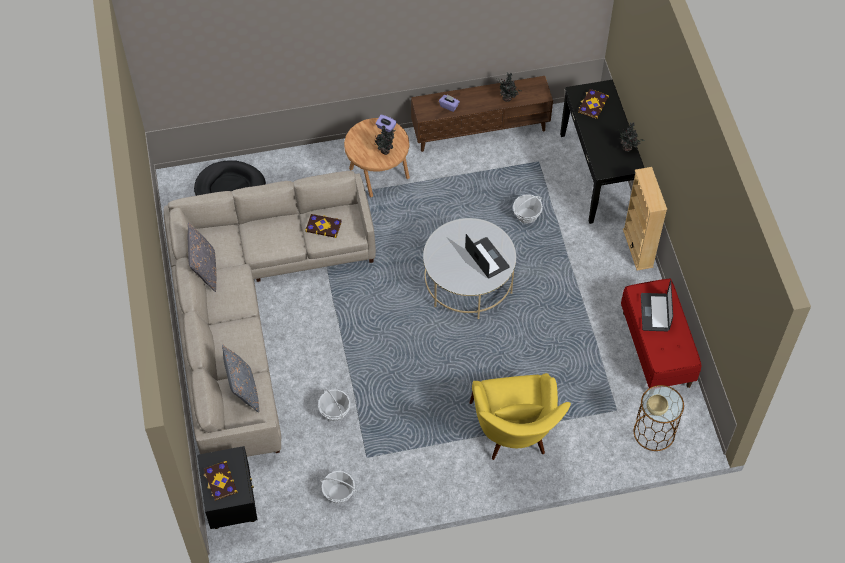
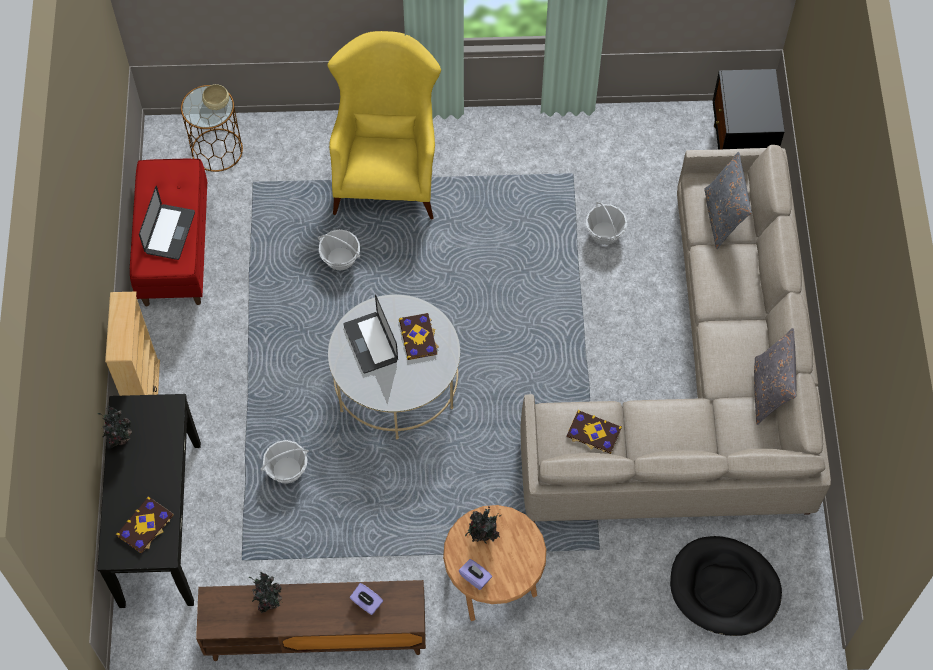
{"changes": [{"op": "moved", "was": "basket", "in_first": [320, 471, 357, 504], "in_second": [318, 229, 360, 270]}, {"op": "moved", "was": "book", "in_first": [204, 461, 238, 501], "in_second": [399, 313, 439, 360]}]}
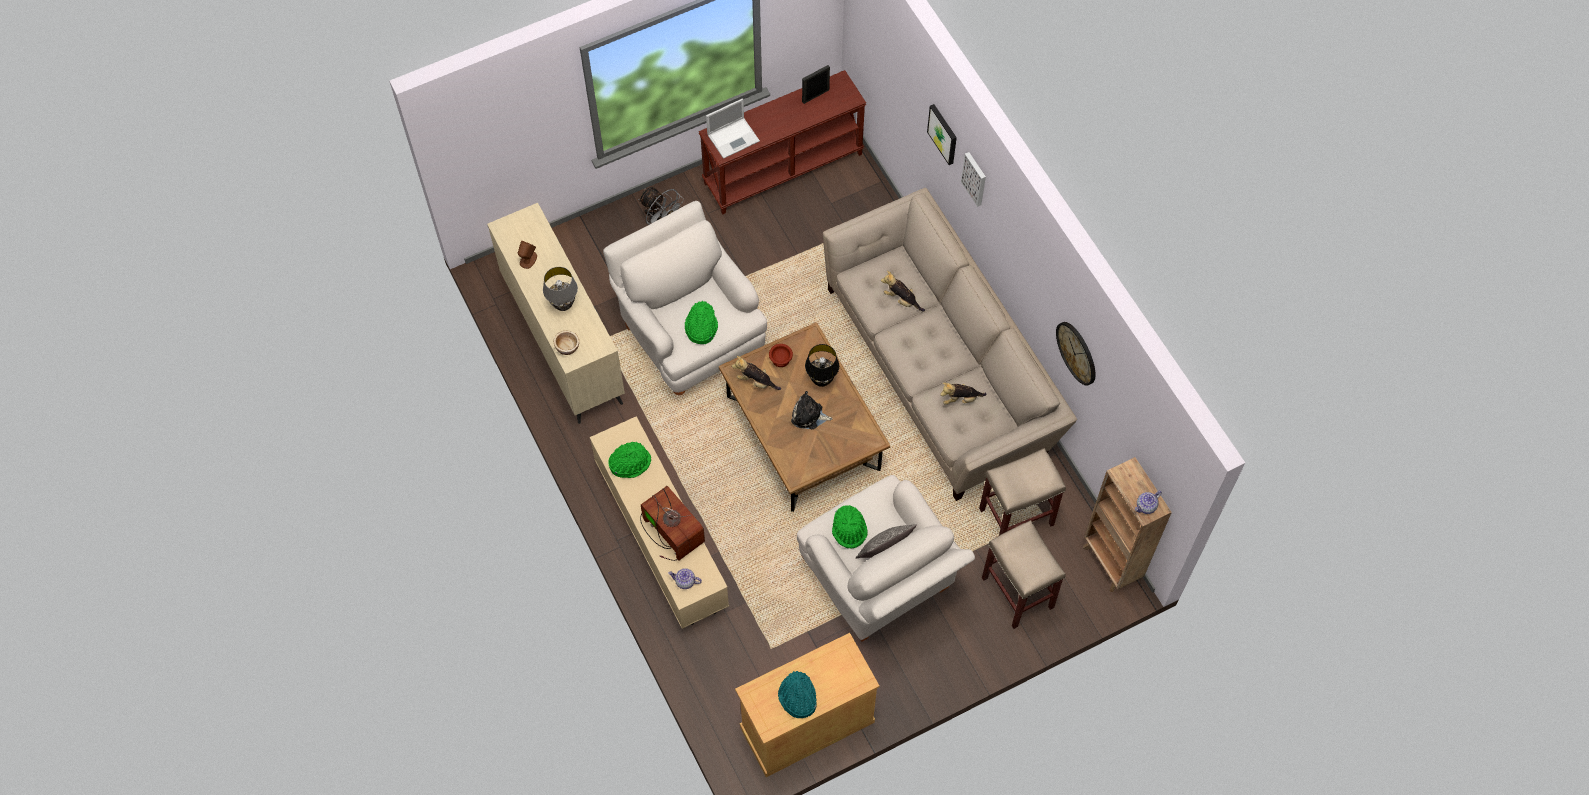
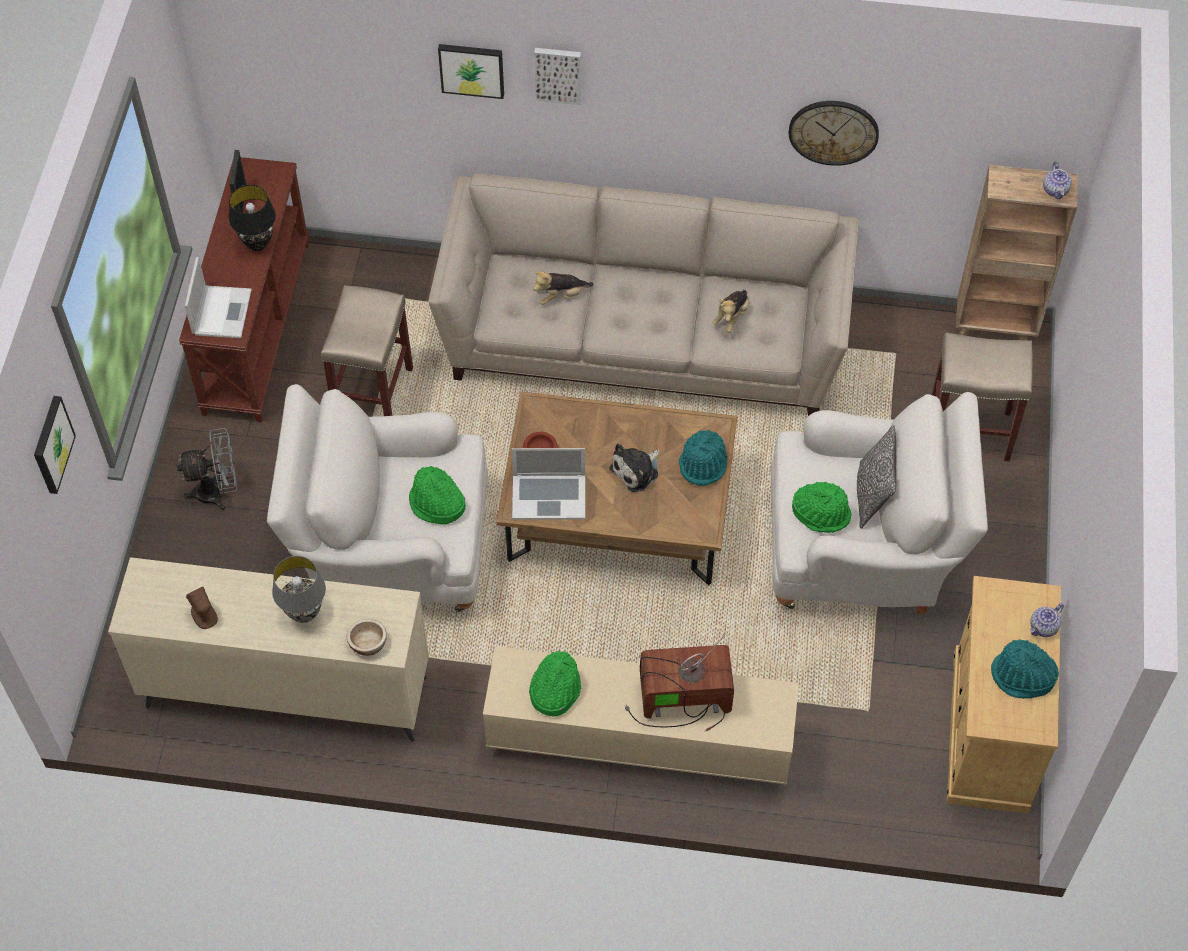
{"changes": [{"op": "added", "now": "picture", "in_second": [34, 396, 76, 494]}, {"op": "moved", "was": "table lamp (black)", "in_first": [805, 344, 839, 387], "in_second": [229, 185, 276, 251]}, {"op": "moved", "was": "stool (beige)", "in_first": [979, 448, 1066, 535], "in_second": [321, 285, 413, 416]}, {"op": "replaced", "was": "plush toy", "now": "laptop", "in_first": [732, 356, 781, 390], "in_second": [512, 448, 585, 520]}, {"op": "added", "now": "hat (turquoise)", "in_second": [679, 430, 728, 486]}, {"op": "moved", "was": "teapot", "in_first": [668, 568, 702, 589], "in_second": [1030, 603, 1064, 637]}]}
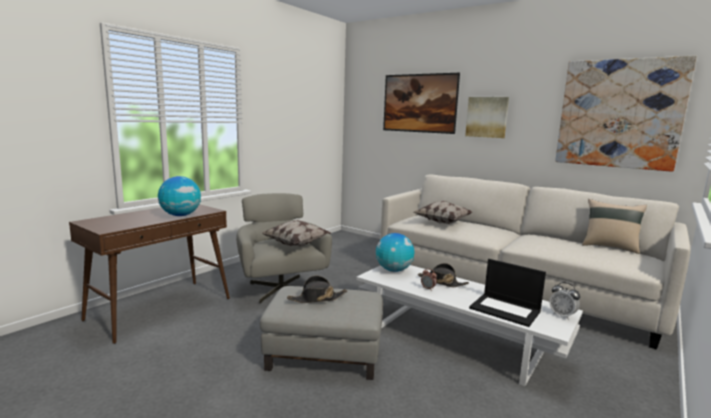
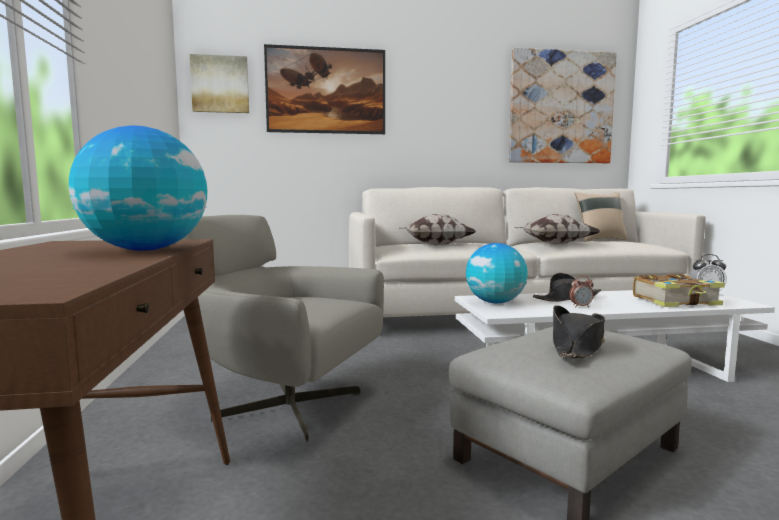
{"changes": [{"op": "moved", "was": "picture", "in_first": [465, 97, 509, 138], "in_second": [190, 54, 249, 113]}, {"op": "moved", "was": "pillow", "in_first": [261, 220, 331, 247], "in_second": [514, 214, 600, 244]}, {"op": "replaced", "was": "laptop", "now": "book", "in_first": [469, 259, 546, 327], "in_second": [633, 274, 725, 307]}]}
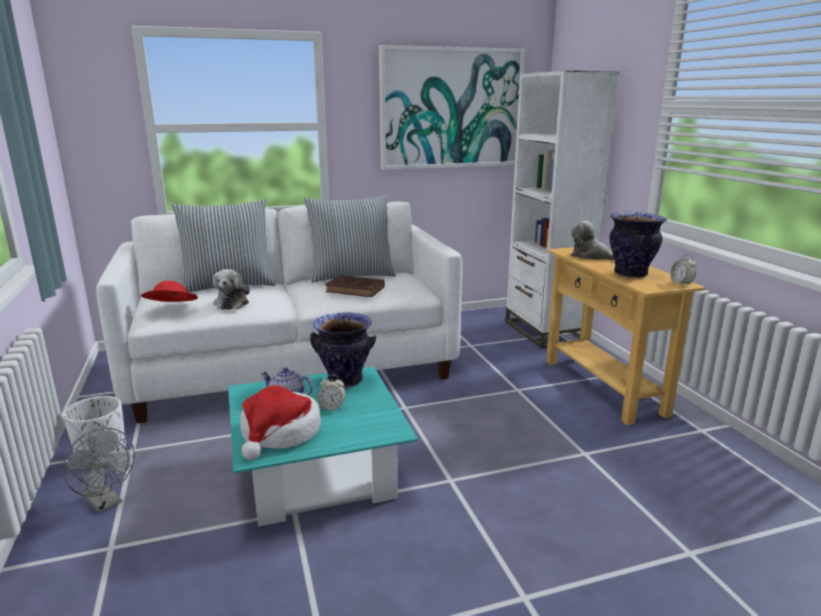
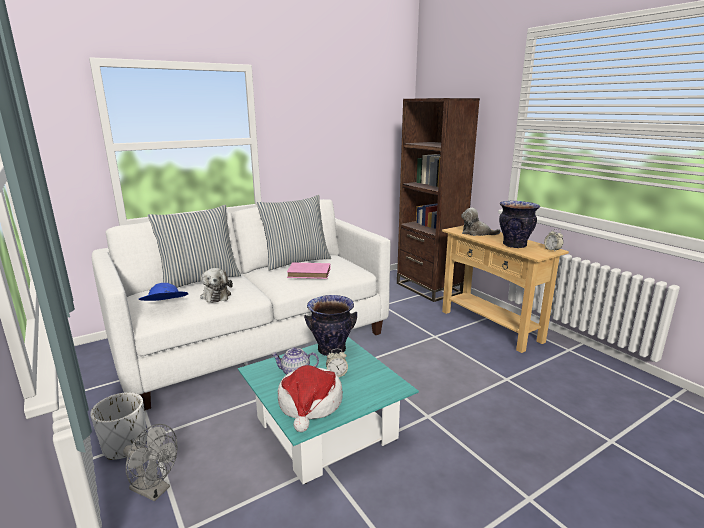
{"changes": [{"op": "recoloured", "was": "hat (red)", "now": "hat (blue)", "in_first": [141, 281, 198, 302], "in_second": [139, 283, 188, 301]}, {"op": "recoloured", "was": "book (brown)", "now": "book (pink)", "in_first": [325, 275, 385, 297], "in_second": [287, 262, 331, 279]}, {"op": "recoloured", "was": "bookcase (white)", "now": "bookcase (brown)", "in_first": [505, 71, 619, 349], "in_second": [397, 98, 480, 302]}, {"op": "removed", "was": "picture", "in_first": [379, 45, 526, 170]}]}
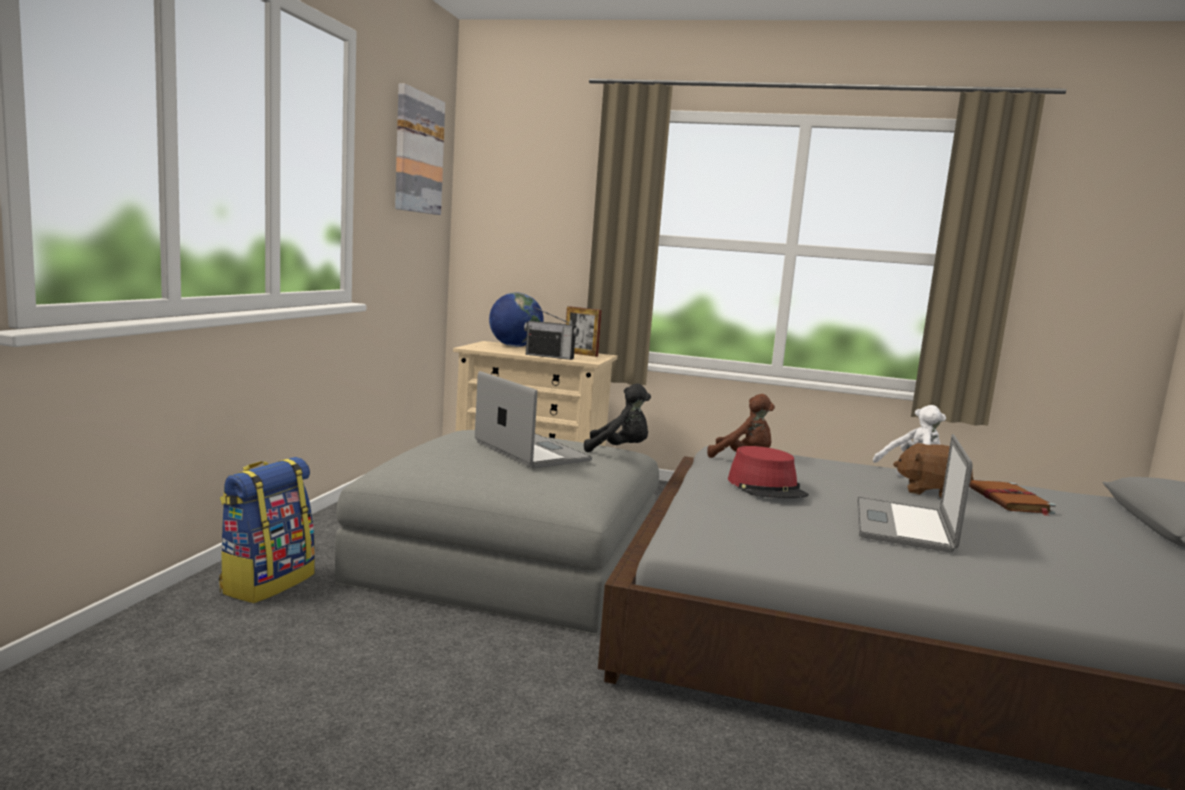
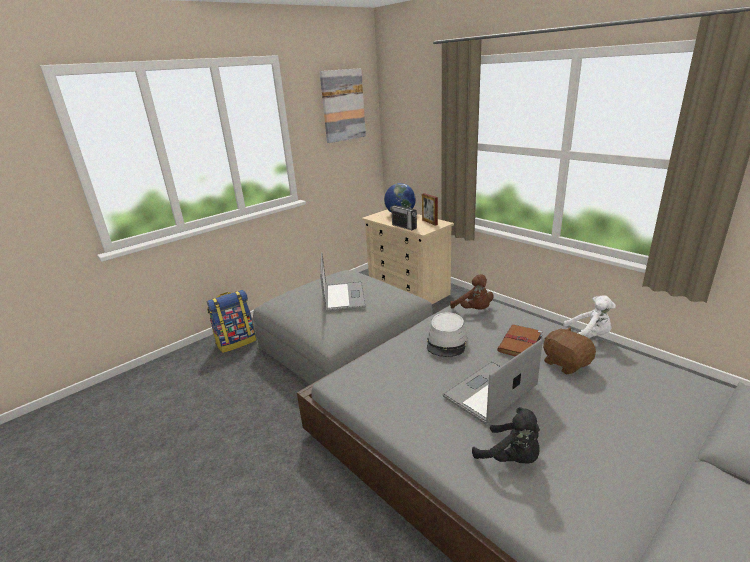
{"changes": [{"op": "recoloured", "was": "hat (red)", "now": "hat (grey)", "in_first": [728, 446, 809, 498], "in_second": [427, 312, 467, 357]}, {"op": "moved", "was": "plush toy (black)", "in_first": [584, 383, 651, 452], "in_second": [472, 407, 540, 464]}, {"op": "moved", "was": "book (brown)", "in_first": [969, 480, 1056, 516], "in_second": [497, 325, 542, 357]}]}
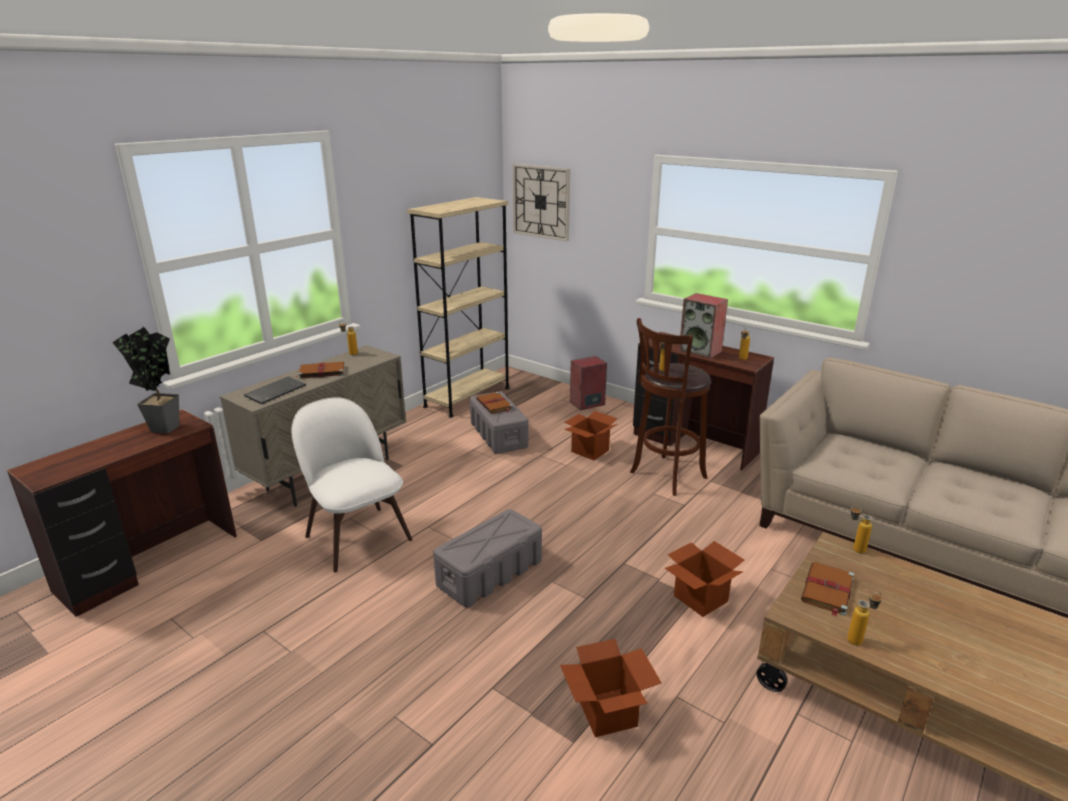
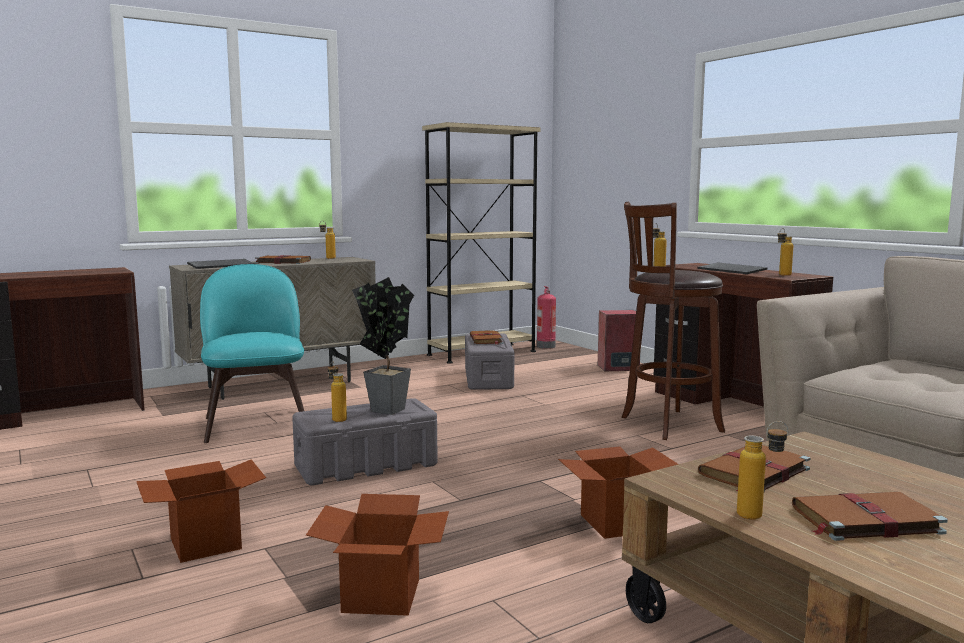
{"changes": [{"op": "moved", "was": "cardboard box", "in_first": [565, 411, 617, 460], "in_second": [136, 459, 266, 563]}, {"op": "recoloured", "was": "chair (white)", "now": "chair (turquoise)", "in_first": [291, 397, 413, 573], "in_second": [200, 264, 304, 443]}, {"op": "moved", "was": "bottle", "in_first": [851, 505, 872, 554], "in_second": [328, 361, 347, 422]}, {"op": "moved", "was": "potted plant", "in_first": [112, 327, 180, 433], "in_second": [352, 277, 414, 415]}, {"op": "added", "now": "fire extinguisher", "in_second": [537, 286, 556, 349]}, {"op": "replaced", "was": "speaker", "now": "keyboard", "in_first": [679, 293, 728, 359], "in_second": [698, 263, 768, 274]}, {"op": "added", "now": "book (brown)", "in_second": [792, 492, 948, 541]}, {"op": "removed", "was": "wall clock", "in_first": [513, 164, 570, 241]}]}
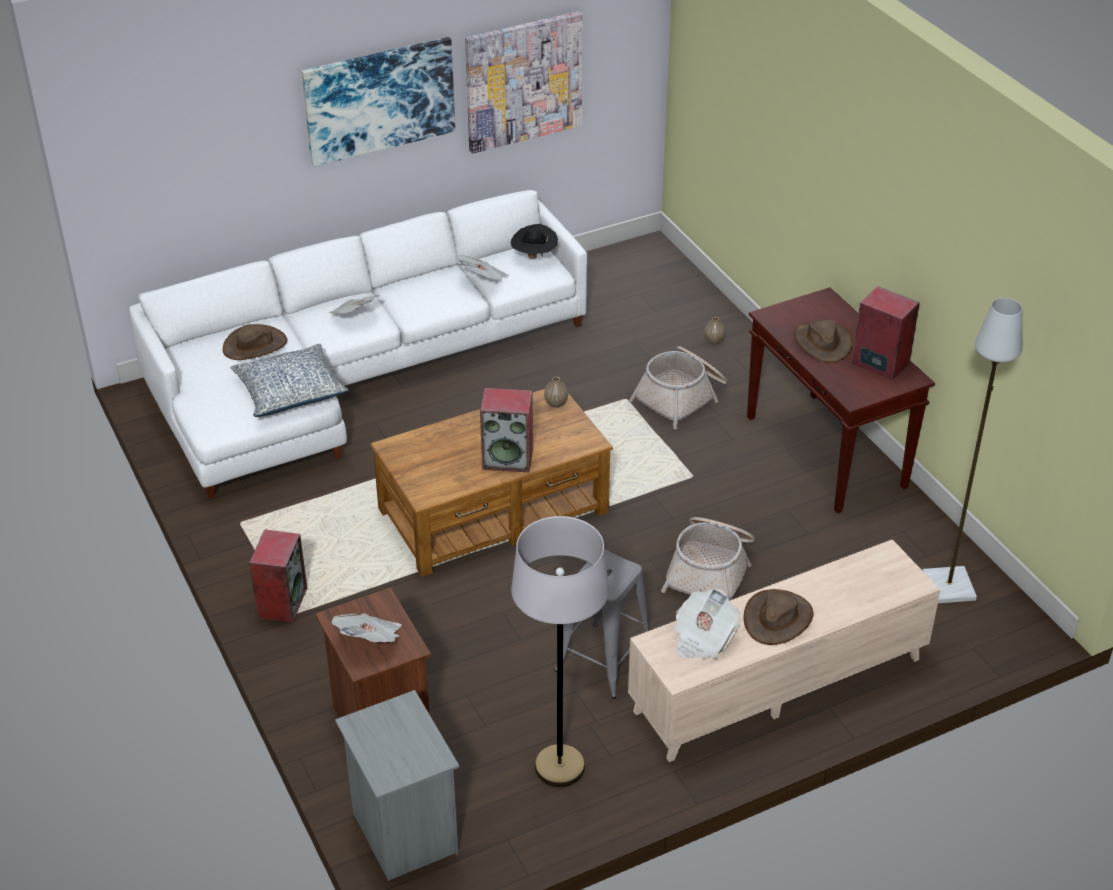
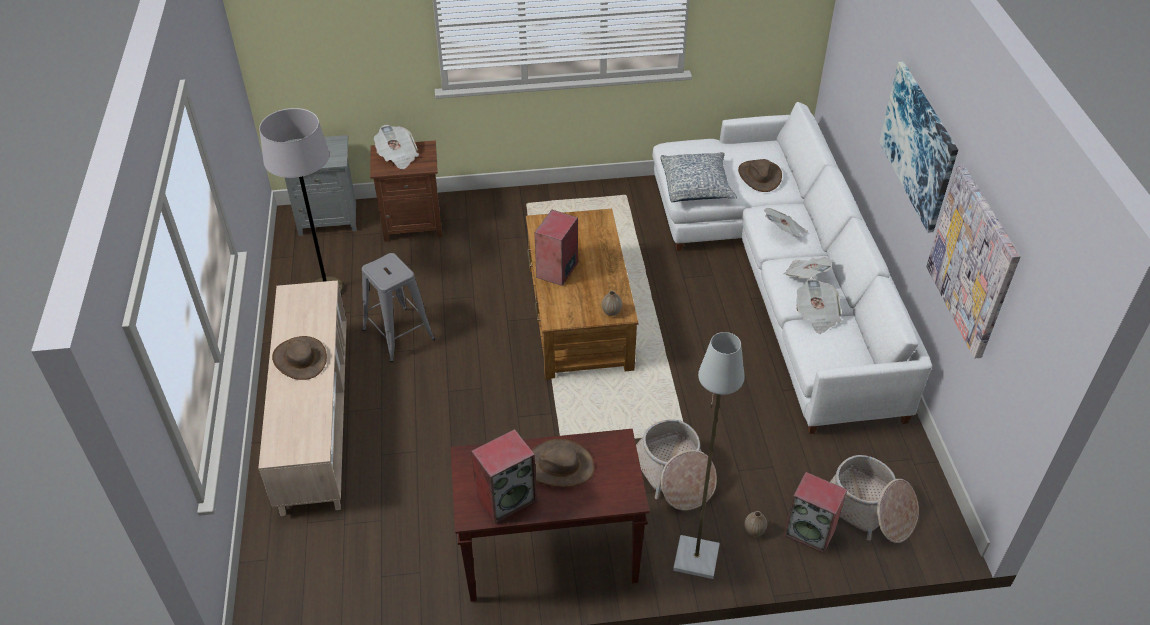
{"changes": [{"op": "moved", "was": "floor lamp (grey)", "in_first": [922, 298, 1023, 603], "in_second": [673, 332, 745, 579]}, {"op": "moved", "was": "newspaper", "in_first": [674, 588, 740, 659], "in_second": [783, 258, 834, 278]}, {"op": "moved", "was": "speaker", "in_first": [249, 529, 307, 623], "in_second": [784, 472, 847, 554]}, {"op": "moved", "was": "basket", "in_first": [661, 517, 755, 601], "in_second": [830, 455, 919, 543]}, {"op": "removed", "was": "hat (black)", "in_first": [511, 224, 558, 259]}]}
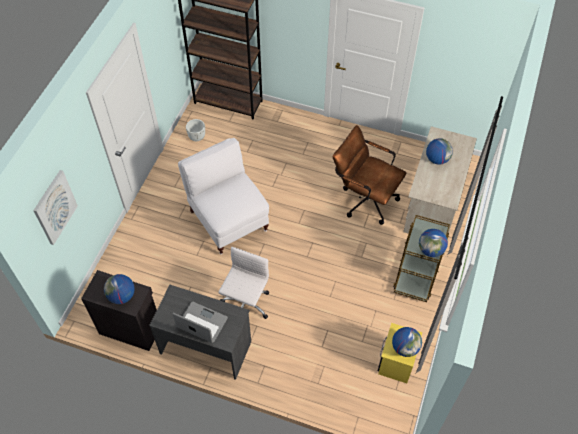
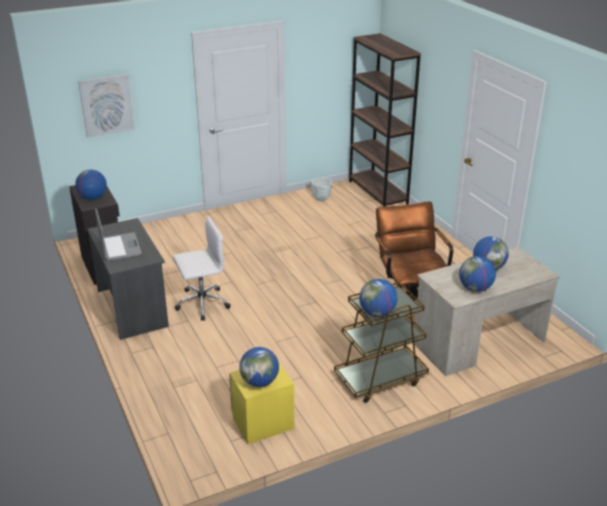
{"changes": [{"op": "added", "now": "globe", "in_second": [459, 256, 496, 292]}, {"op": "removed", "was": "chair (white)", "in_first": [178, 138, 269, 255]}]}
